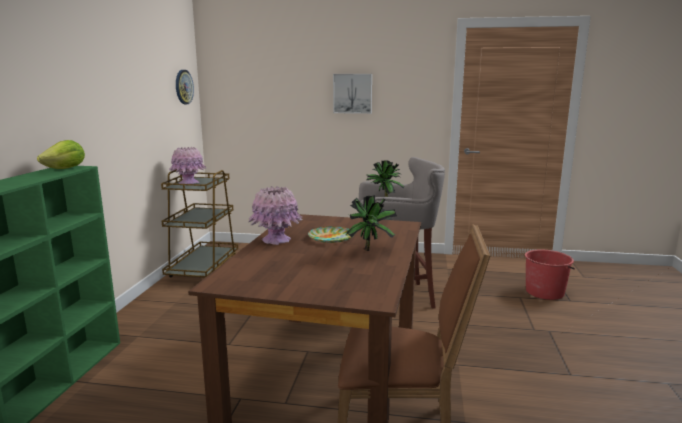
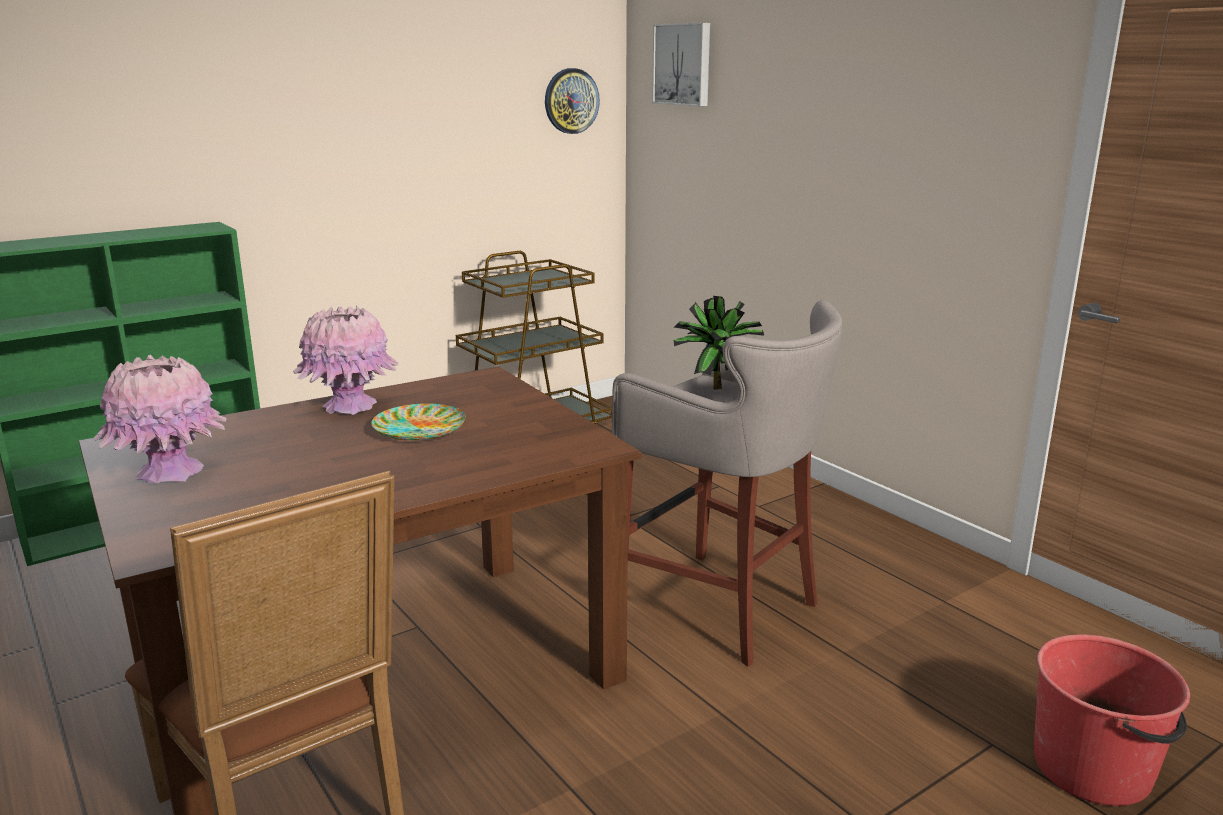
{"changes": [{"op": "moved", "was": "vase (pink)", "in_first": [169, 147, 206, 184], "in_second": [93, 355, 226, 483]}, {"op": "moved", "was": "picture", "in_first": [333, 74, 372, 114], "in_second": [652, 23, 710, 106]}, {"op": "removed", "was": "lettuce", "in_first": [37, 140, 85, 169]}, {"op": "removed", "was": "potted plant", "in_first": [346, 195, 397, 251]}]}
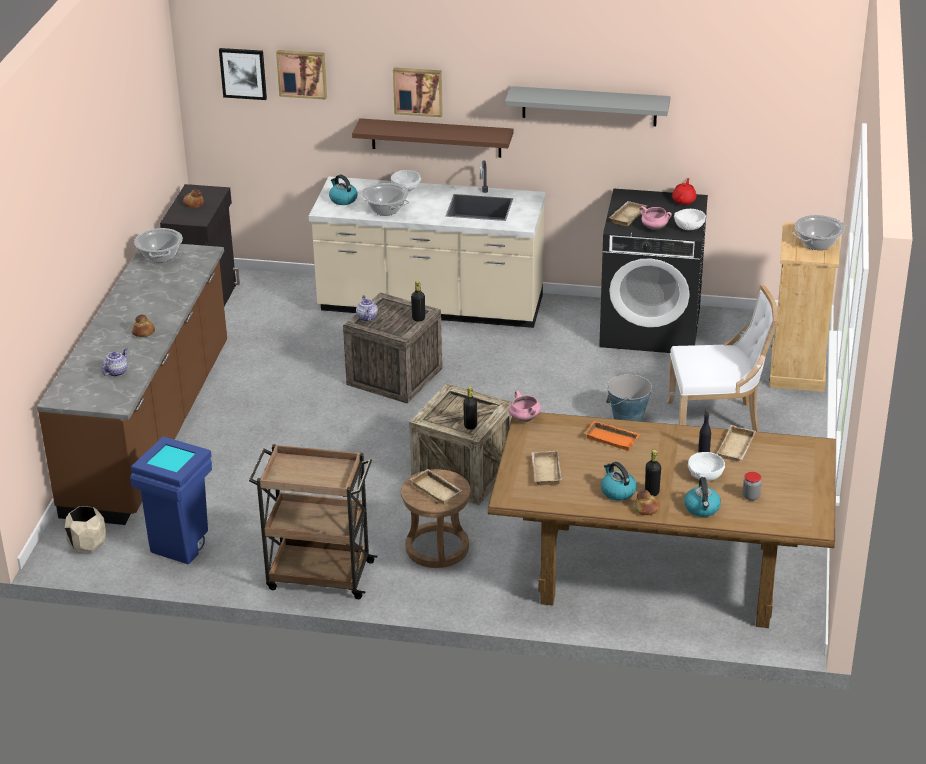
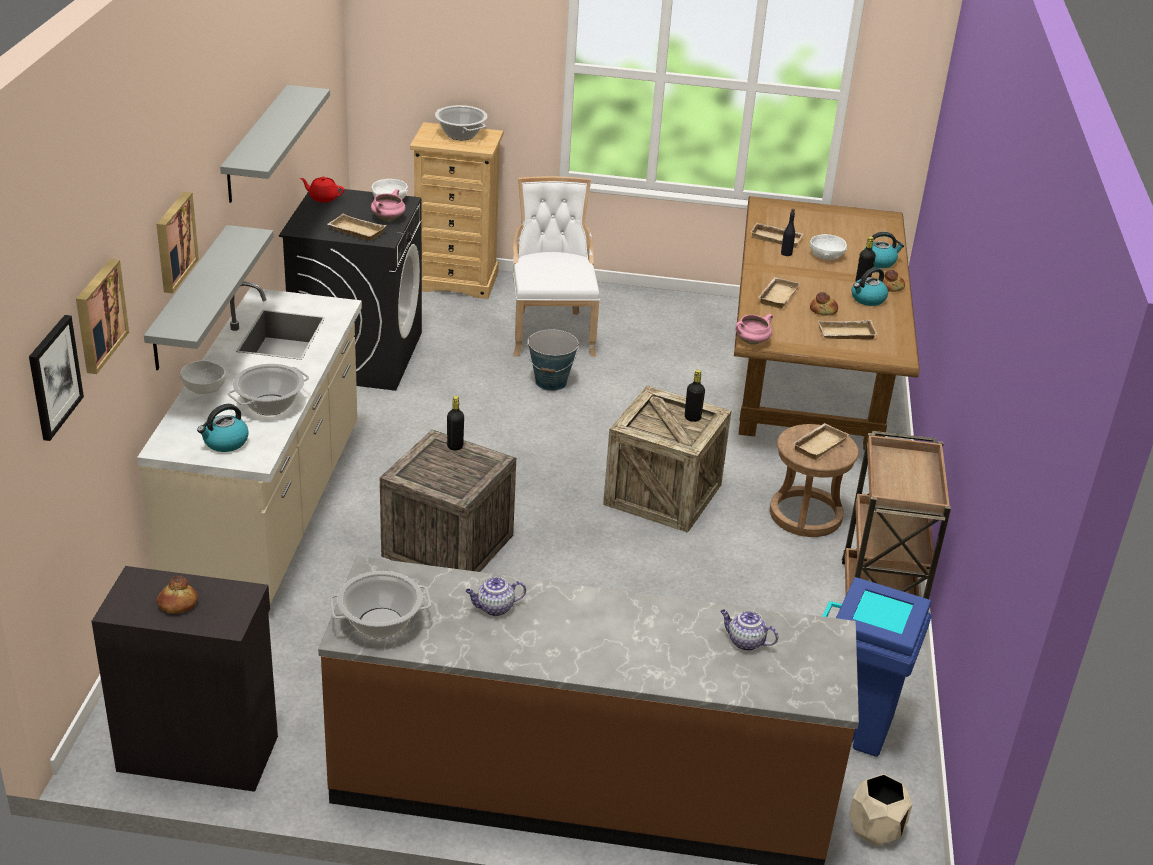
{"changes": [{"op": "recoloured", "was": "shelf (brown)", "now": "shelf (grey)", "in_first": [352, 118, 513, 158], "in_second": [144, 225, 274, 370]}, {"op": "moved", "was": "teapot", "in_first": [356, 296, 378, 321], "in_second": [465, 577, 526, 616]}, {"op": "recoloured", "was": "tray (orange)", "now": "tray (beige)", "in_first": [584, 420, 640, 451], "in_second": [758, 277, 800, 309]}, {"op": "moved", "was": "bread", "in_first": [132, 315, 155, 337], "in_second": [810, 292, 838, 316]}, {"op": "removed", "was": "jar", "in_first": [743, 472, 762, 501]}]}
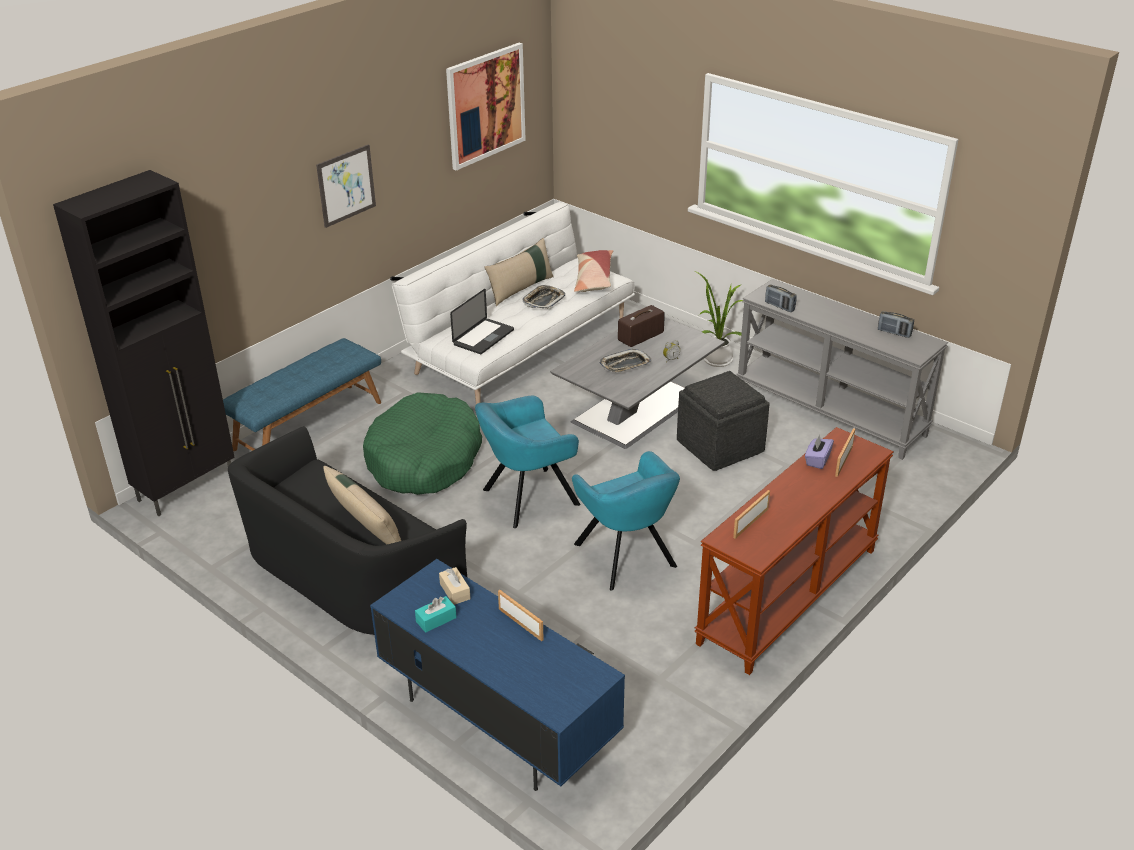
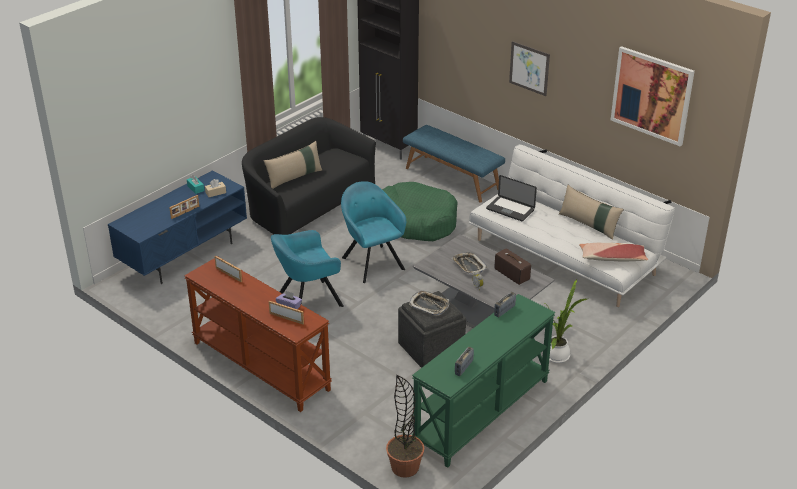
{"changes": [{"op": "added", "now": "potted plant", "in_second": [386, 375, 424, 478]}, {"op": "moved", "was": "tray", "in_first": [523, 285, 565, 309], "in_second": [409, 291, 449, 316]}, {"op": "recoloured", "was": "console table (grey)", "now": "console table (green)", "in_first": [736, 279, 948, 460], "in_second": [412, 294, 555, 468]}]}
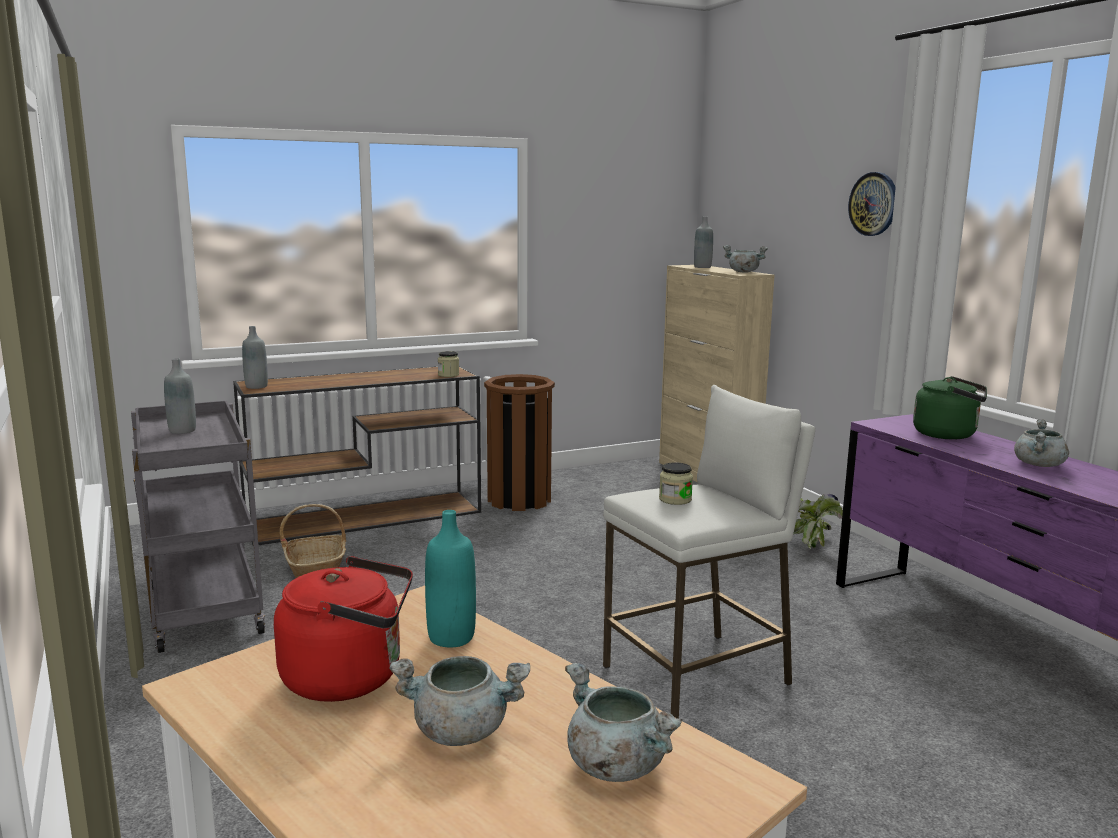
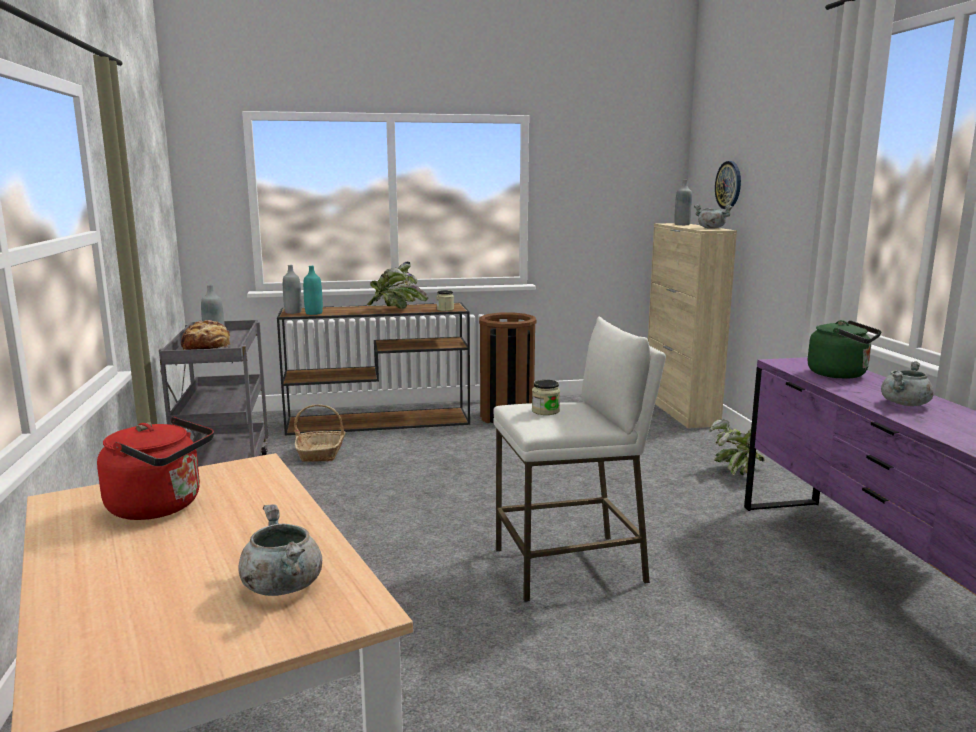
{"changes": [{"op": "added", "now": "bread", "in_second": [181, 320, 230, 350]}, {"op": "moved", "was": "bottle (turquoise)", "in_first": [425, 510, 476, 647], "in_second": [303, 266, 323, 315]}, {"op": "added", "now": "potted plant", "in_second": [367, 261, 429, 309]}, {"op": "moved", "was": "wall clock", "in_first": [848, 172, 896, 236], "in_second": [715, 161, 741, 209]}, {"op": "removed", "was": "cooking pot (grey)", "in_first": [389, 656, 530, 746]}]}
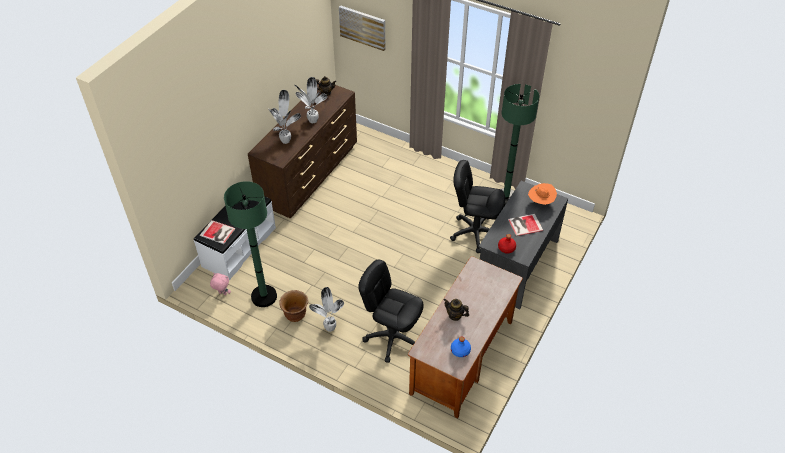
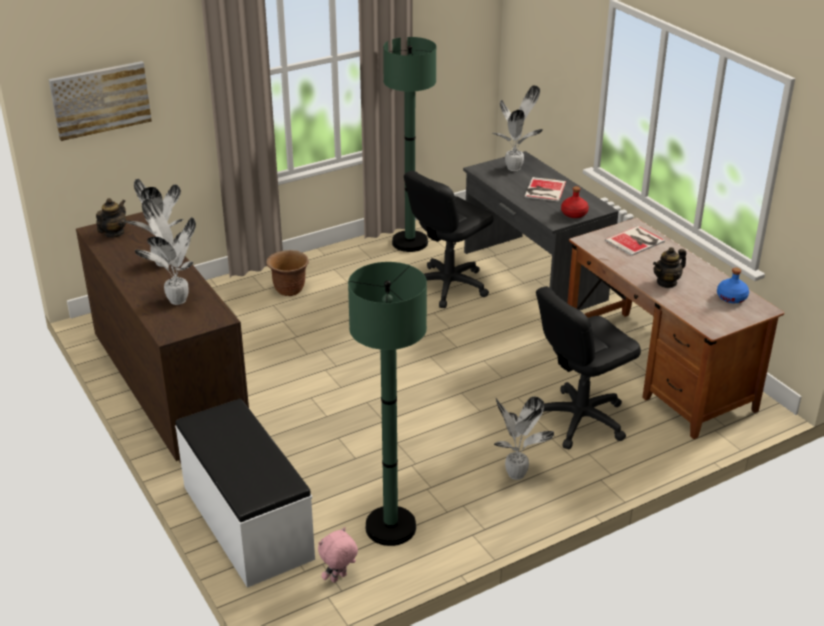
{"changes": [{"op": "moved", "was": "planter (brown)", "in_first": [279, 290, 308, 322], "in_second": [266, 250, 309, 296]}, {"op": "replaced", "was": "hat (orange)", "now": "potted plant", "in_first": [528, 183, 557, 205], "in_second": [492, 85, 543, 171]}, {"op": "moved", "was": "book", "in_first": [200, 220, 236, 244], "in_second": [605, 226, 665, 256]}]}
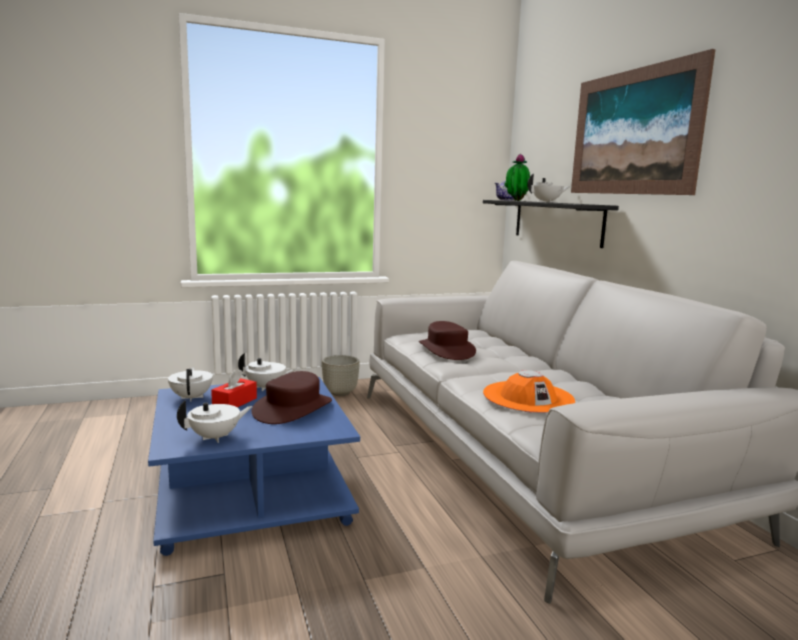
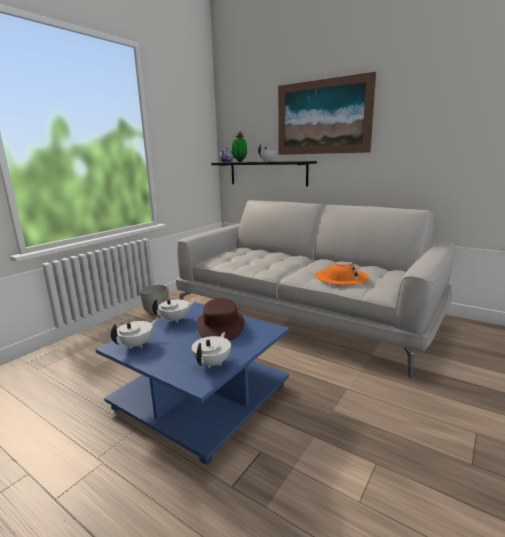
{"changes": [{"op": "turned", "was": "teapot (white)", "in_first": [168, 367, 213, 401], "in_second": [111, 319, 157, 349], "clockwise": 90}, {"op": "removed", "was": "tissue box (red)", "in_first": [211, 369, 257, 407]}, {"op": "removed", "was": "hat (brown)", "in_first": [419, 321, 476, 360]}]}
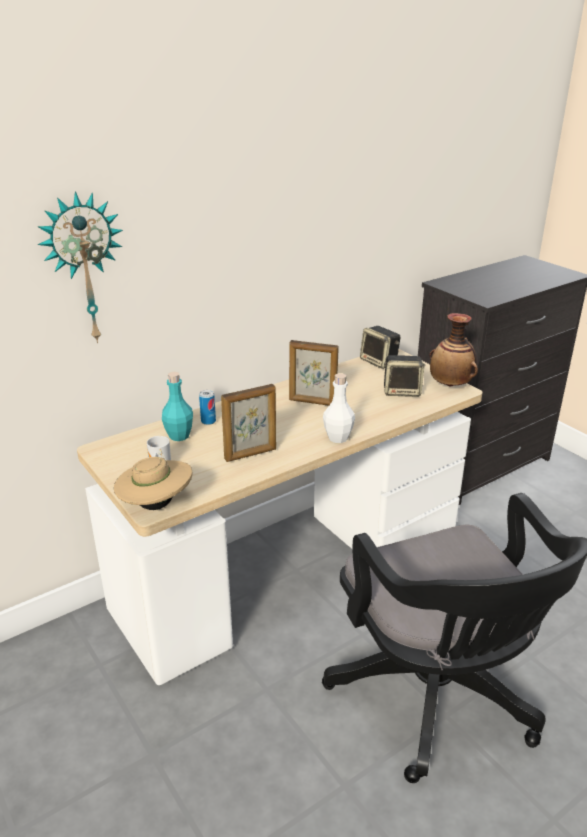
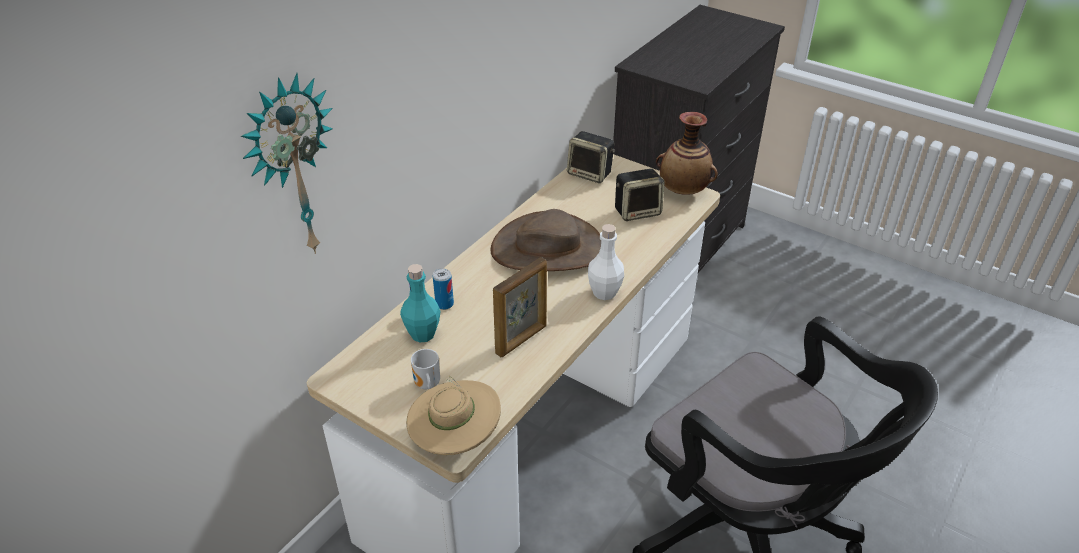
{"changes": [{"op": "replaced", "was": "picture frame", "now": "hat (brown)", "in_first": [289, 340, 339, 406], "in_second": [491, 209, 601, 271]}]}
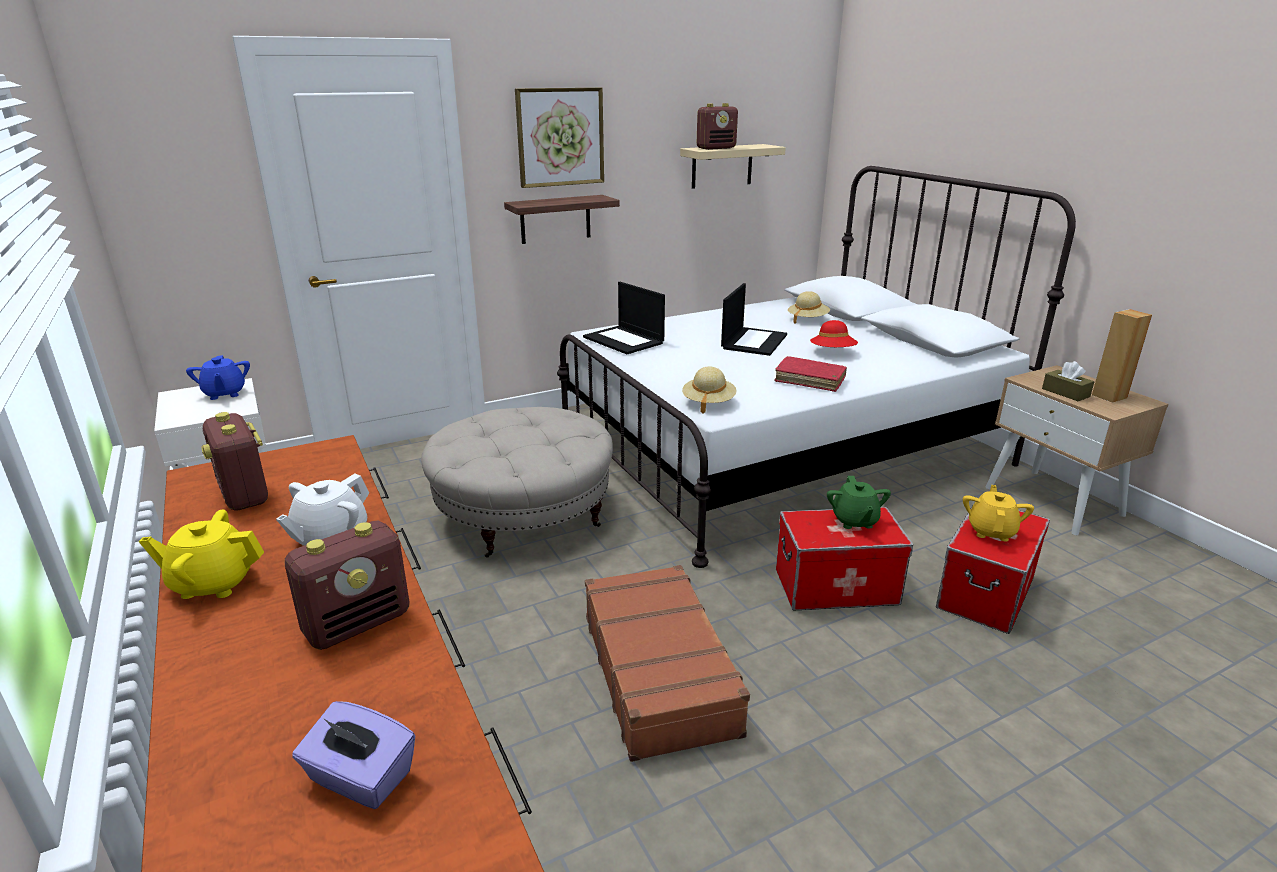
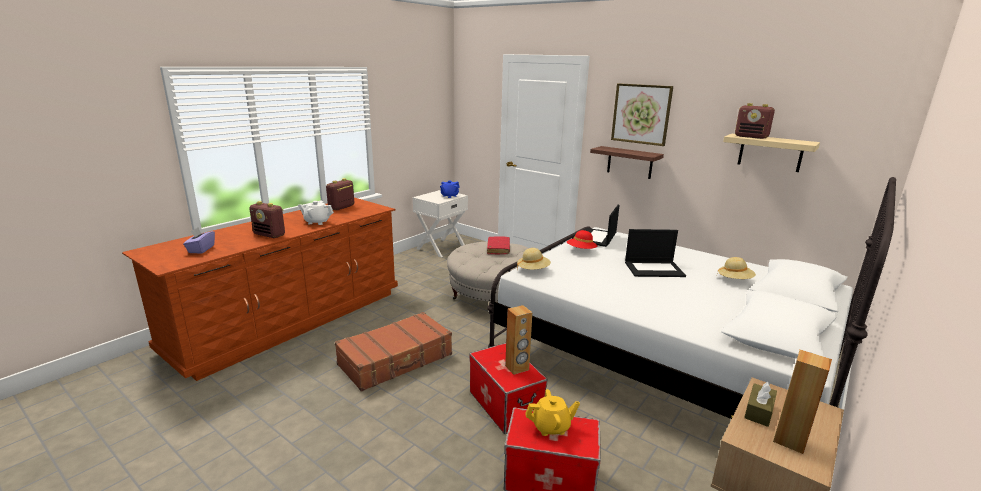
{"changes": [{"op": "moved", "was": "book (red)", "in_first": [774, 356, 847, 392], "in_second": [487, 237, 510, 254]}, {"op": "replaced", "was": "teapot (green)", "now": "speaker (brown)", "in_first": [827, 476, 891, 529], "in_second": [505, 305, 532, 375]}, {"op": "moved", "was": "hat (red)", "in_first": [810, 320, 858, 347], "in_second": [567, 230, 597, 249]}, {"op": "removed", "was": "teapot (yellow)", "in_first": [139, 510, 264, 599]}]}
